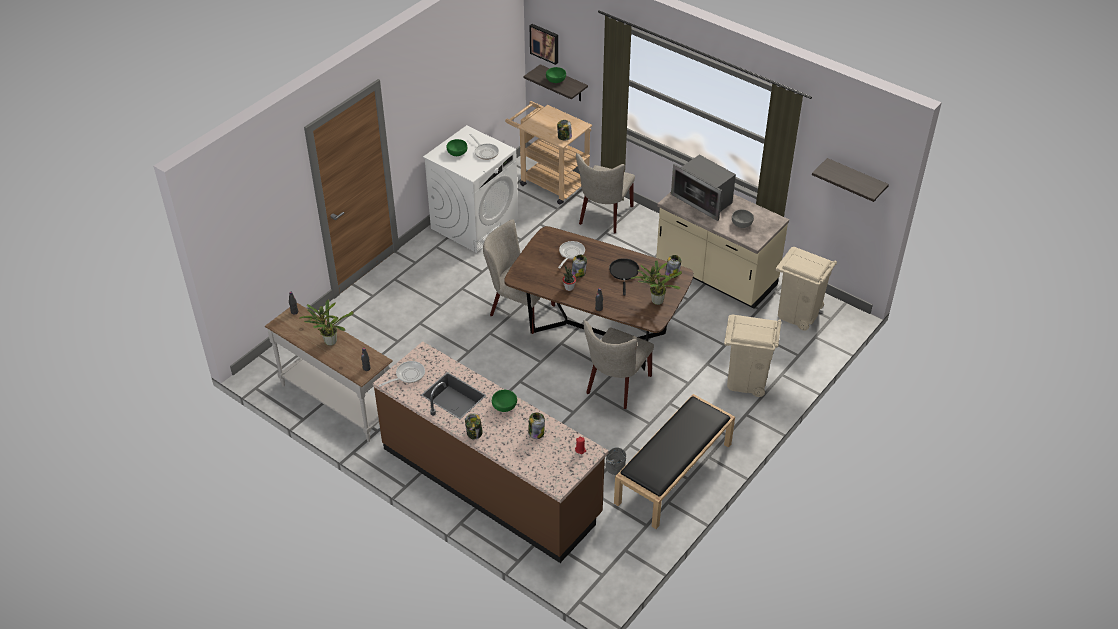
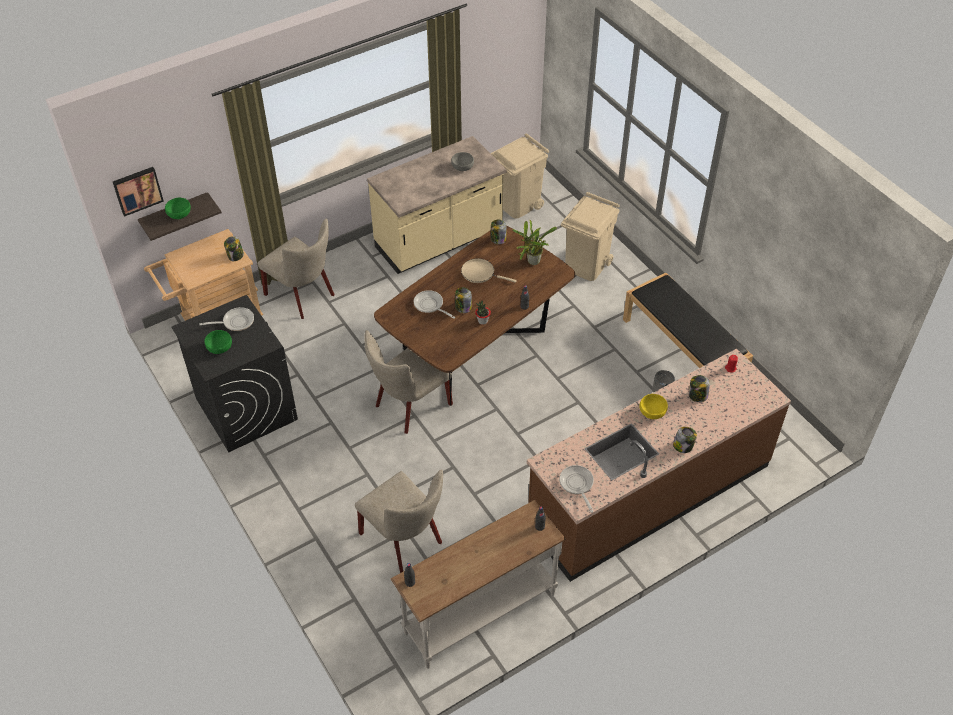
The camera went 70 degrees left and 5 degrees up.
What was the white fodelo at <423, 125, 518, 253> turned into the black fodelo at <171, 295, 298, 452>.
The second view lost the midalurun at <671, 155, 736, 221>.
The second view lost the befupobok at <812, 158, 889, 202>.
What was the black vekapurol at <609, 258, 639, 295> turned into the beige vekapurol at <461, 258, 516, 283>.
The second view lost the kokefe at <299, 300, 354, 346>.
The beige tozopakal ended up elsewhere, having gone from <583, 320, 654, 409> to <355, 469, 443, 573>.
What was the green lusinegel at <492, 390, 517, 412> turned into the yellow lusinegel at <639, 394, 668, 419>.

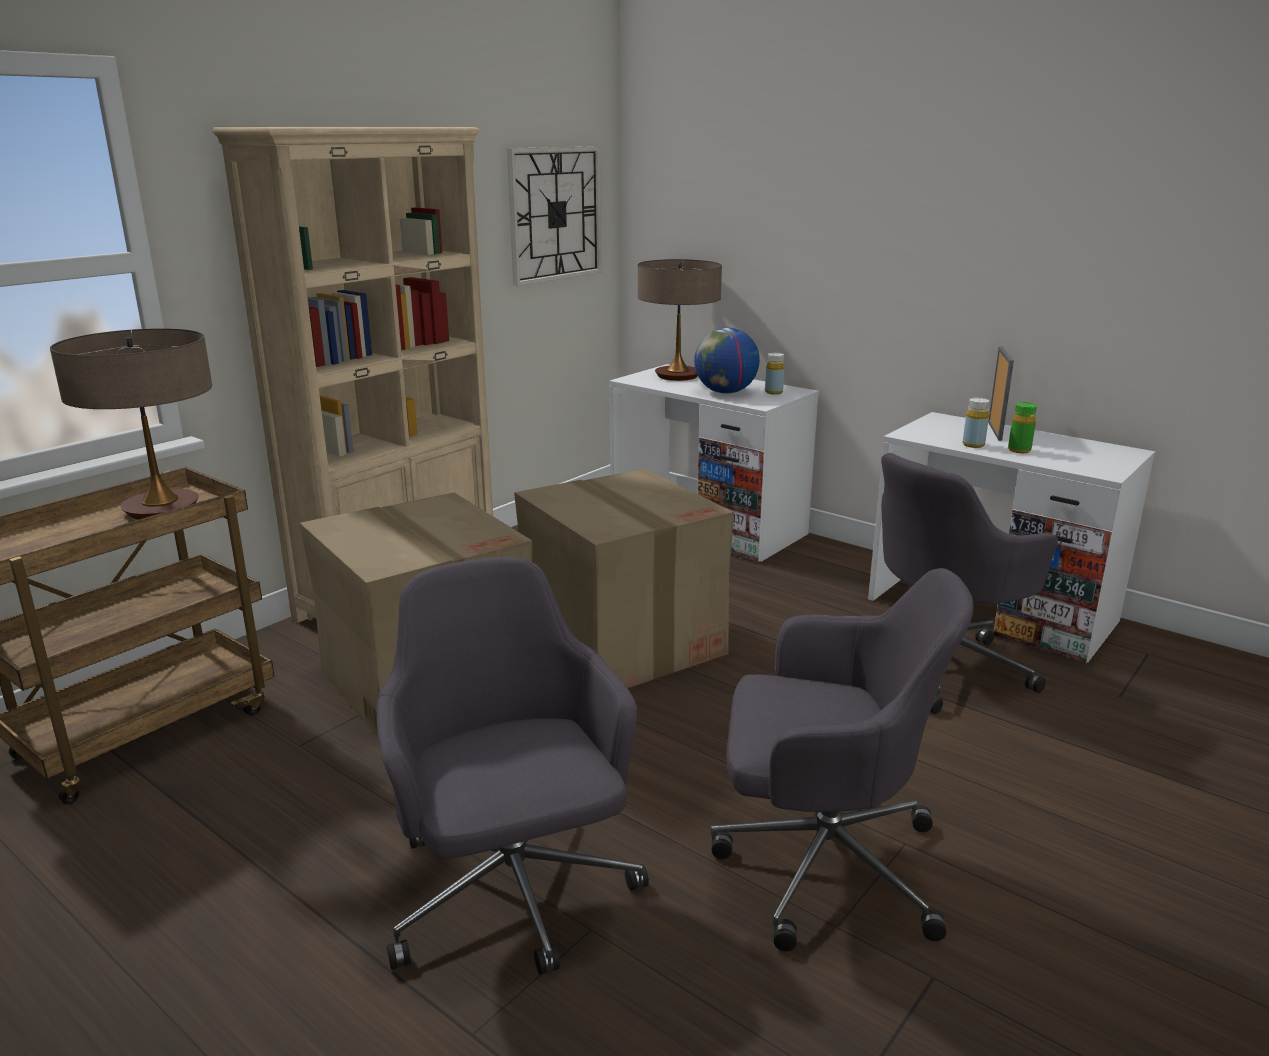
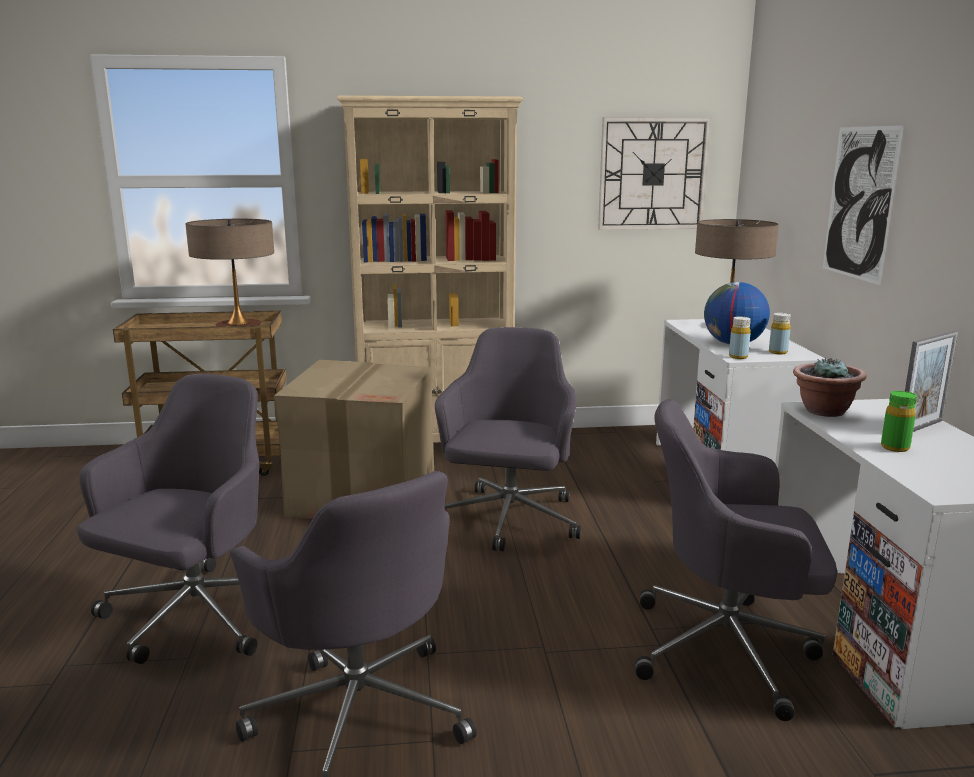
The camera went 45 degrees right and 5 degrees down.
The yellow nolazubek ended up elsewhere, having gone from <963, 398, 990, 448> to <729, 316, 751, 359>.
Where the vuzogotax stood at <514, 469, 734, 688>, the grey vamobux came to stand at <435, 327, 581, 551>.
The second view gained the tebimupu at <823, 125, 904, 285>.
The second view gained the kokefe at <793, 357, 866, 417>.

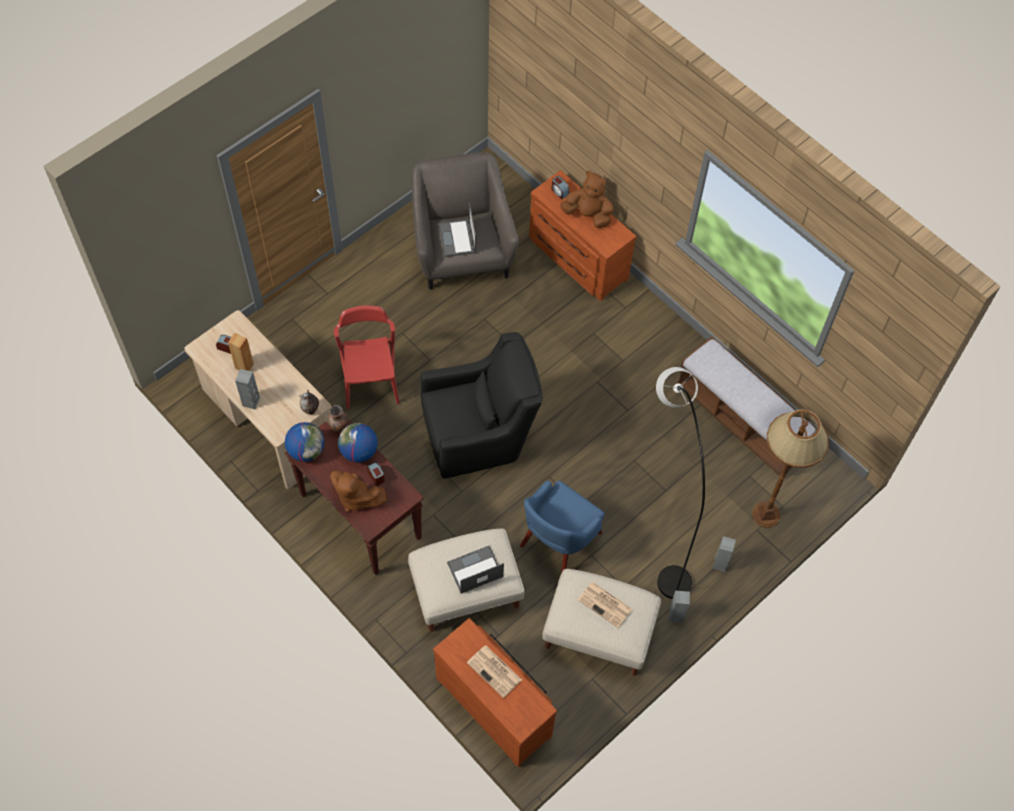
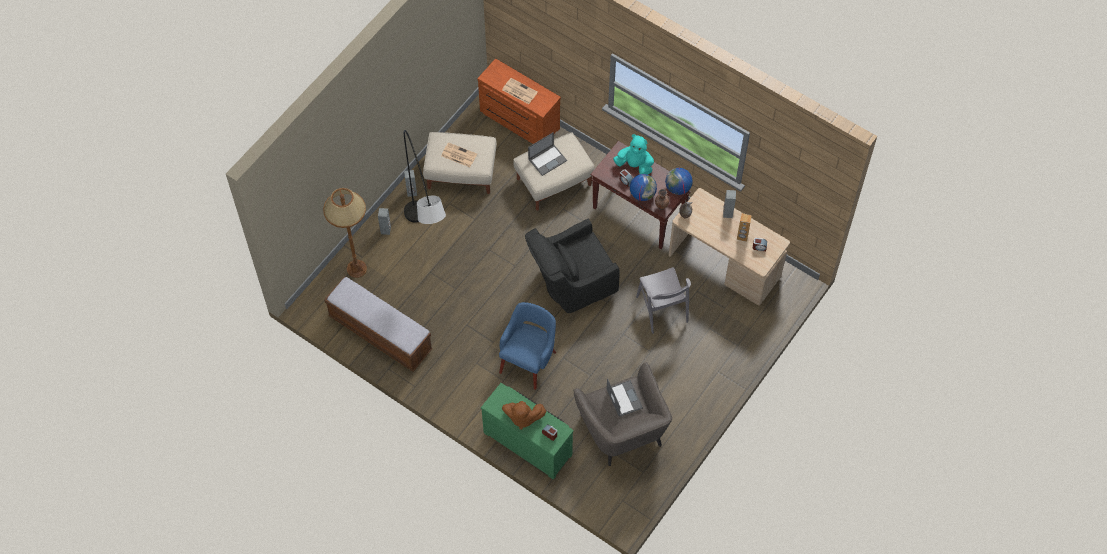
The camera went 170 degrees right and 0 degrees up.
What was the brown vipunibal at <529, 170, 637, 301> turned into the green vipunibal at <481, 383, 574, 480>.
What was the red tozopakal at <334, 305, 399, 409> turned into the grey tozopakal at <636, 267, 691, 334>.
What was the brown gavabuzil at <330, 471, 387, 512> turned into the turquoise gavabuzil at <613, 134, 654, 175>.
The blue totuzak ended up elsewhere, having gone from <520, 480, 605, 574> to <499, 302, 556, 390>.

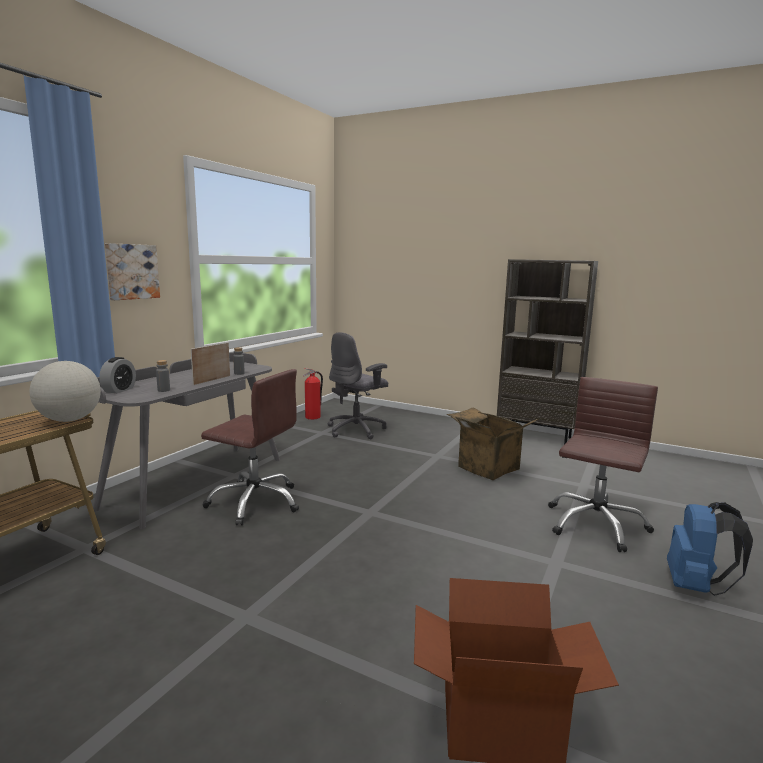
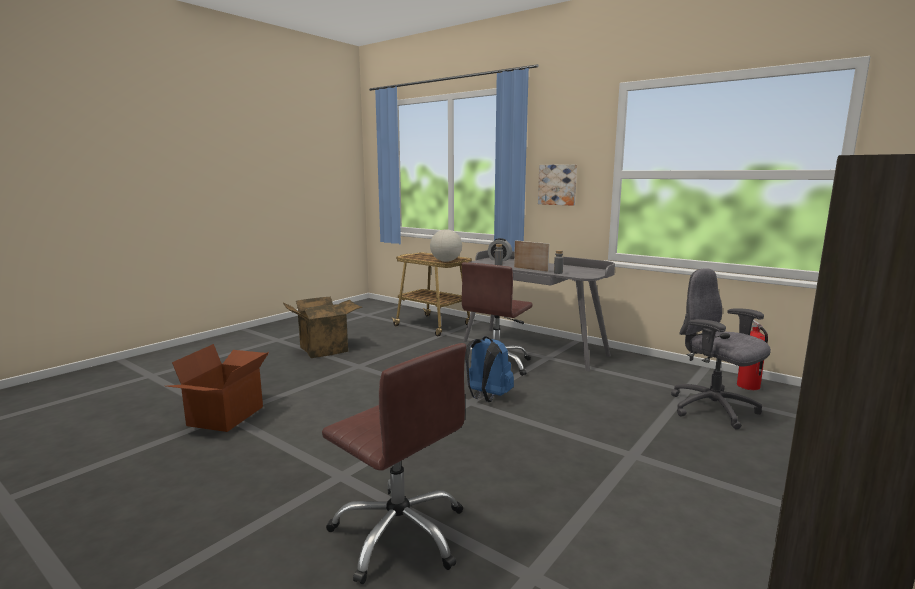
The camera went 100 degrees right and 0 degrees up.
The vuzogotax ended up elsewhere, having gone from <447, 408, 538, 480> to <283, 297, 362, 358>.
The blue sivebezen ended up elsewhere, having gone from <667, 502, 753, 596> to <465, 336, 514, 402>.

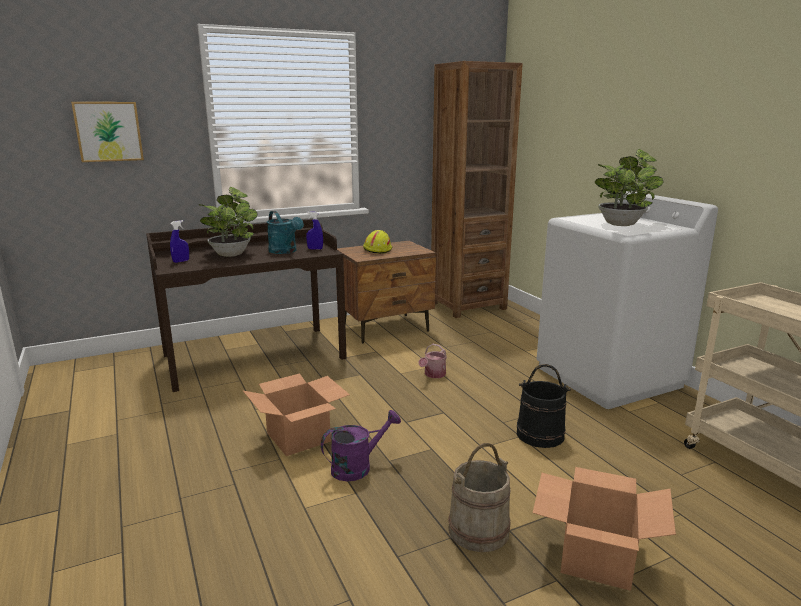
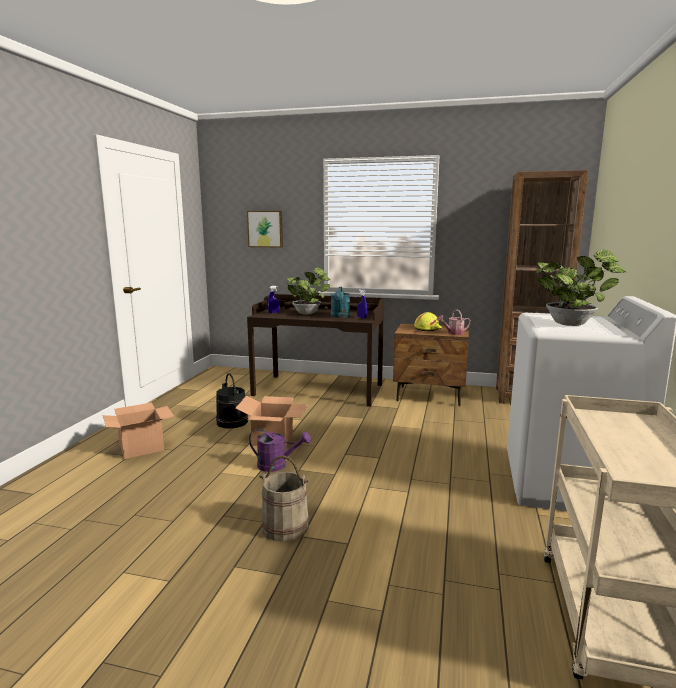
The camera went 40 degrees right and 5 degrees down.
The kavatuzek ended up elsewhere, having gone from <419, 344, 447, 378> to <437, 309, 471, 335>.
The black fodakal ended up elsewhere, having gone from <517, 364, 571, 448> to <216, 373, 248, 428>.
The vuzogotax ended up elsewhere, having gone from <533, 467, 676, 591> to <102, 403, 174, 459>.

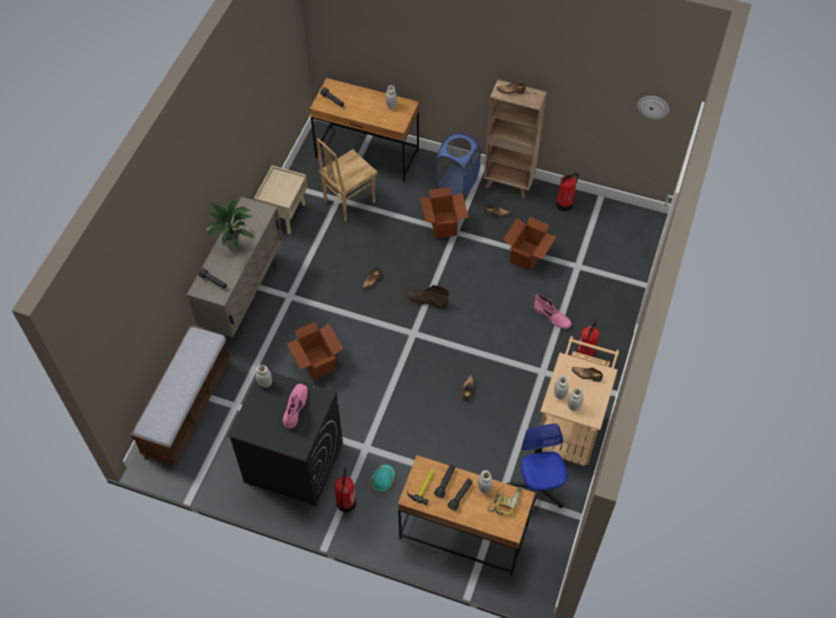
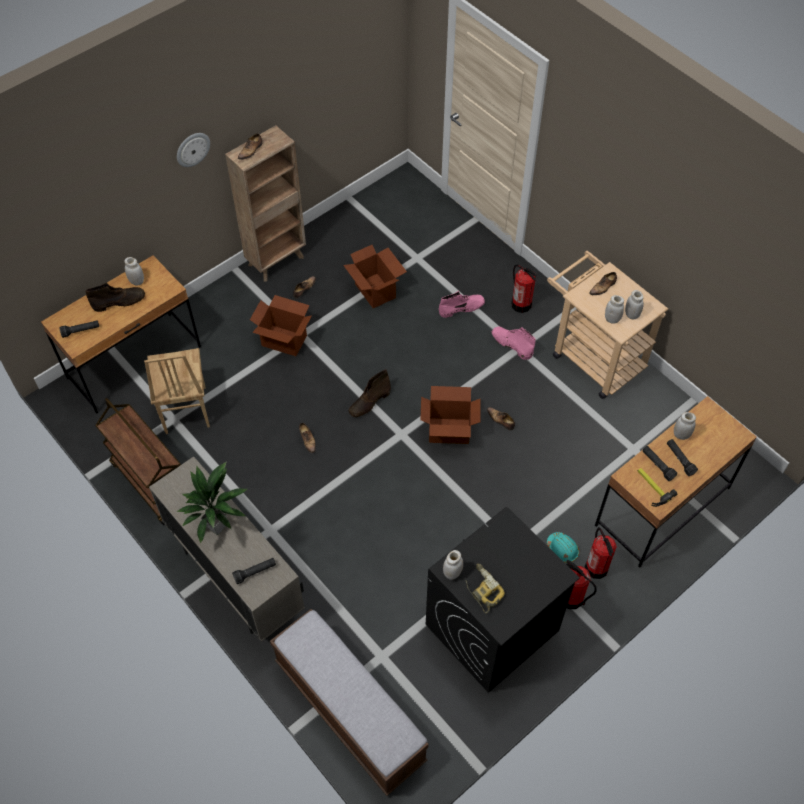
The camera went 60 degrees left and 0 degrees up.
The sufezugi ended up elsewhere, having gone from <637, 96, 669, 119> to <177, 133, 210, 167>.
The second view lost the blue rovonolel at <436, 133, 481, 196>.
Where the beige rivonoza stood at <254, 165, 307, 234>, the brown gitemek came to stand at <95, 398, 181, 525>.
The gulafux ended up elsewhere, having gone from <556, 173, 578, 211> to <585, 527, 617, 579>.
The vuzogotax ended up elsewhere, having gone from <286, 322, 343, 379> to <420, 386, 480, 444>.
The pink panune ended up elsewhere, having gone from <283, 384, 308, 429> to <492, 327, 536, 360>.
The second view lost the vamobux at <507, 423, 568, 508>.
The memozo ended up elsewhere, having gone from <488, 486, 522, 516> to <465, 563, 505, 614>.
The second view gained the brown panune at <86, 282, 145, 312>.

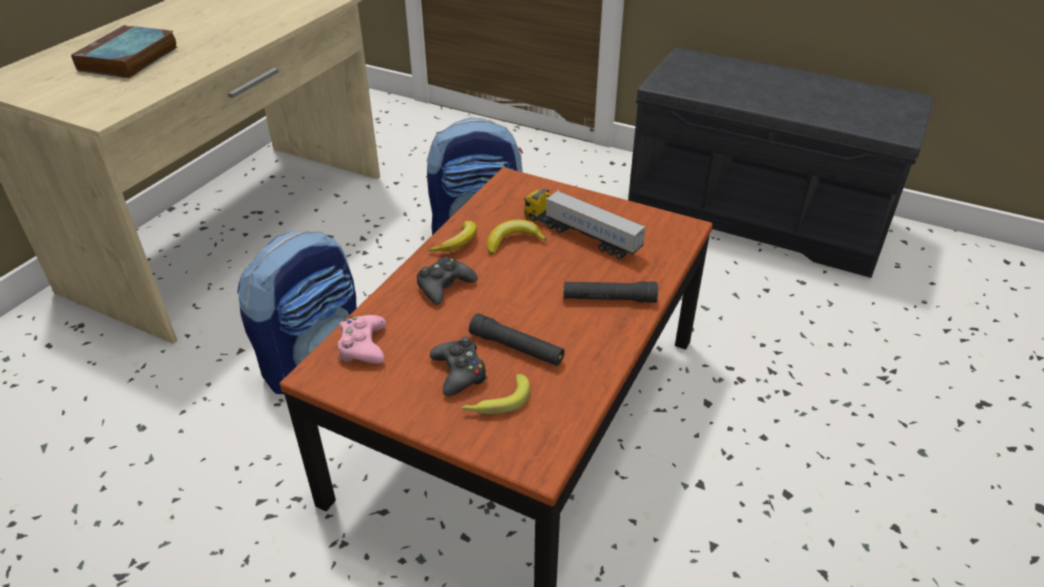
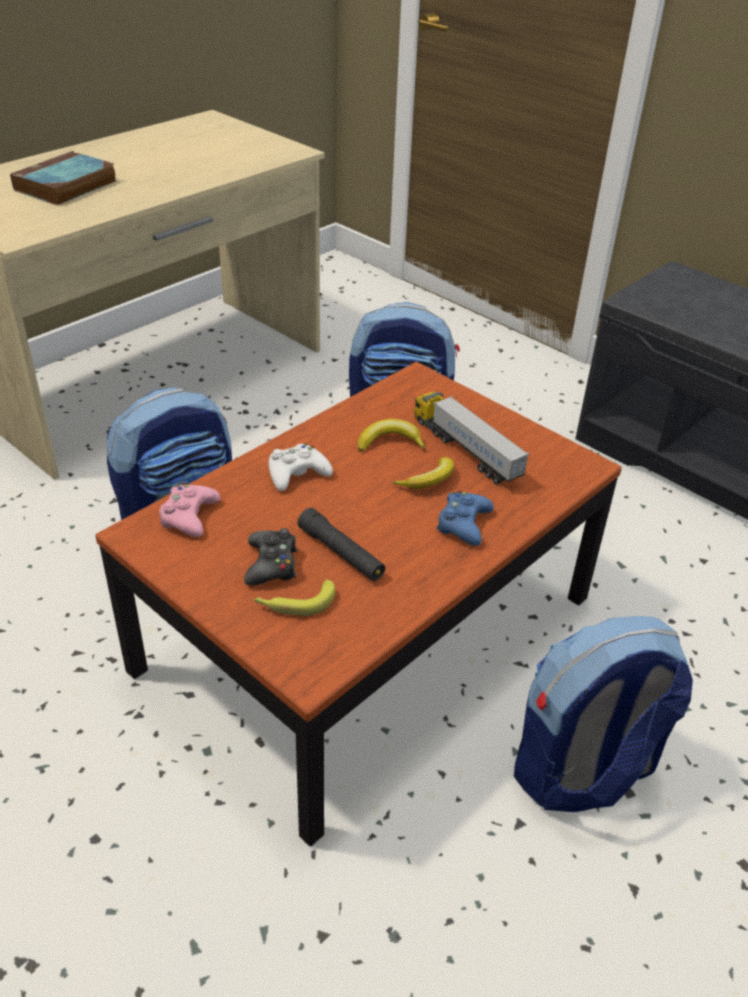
The camera went 15 degrees right and 0 degrees up.
The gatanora ended up elsewhere, having gone from <428, 221, 477, 251> to <392, 457, 454, 489>.
What was the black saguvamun at <417, 257, 477, 305> turned into the white saguvamun at <268, 443, 333, 491>.
Where the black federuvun stood at <563, 281, 658, 303>, the blue saguvamun came to stand at <436, 491, 494, 546>.
The second view gained the sivebezen at <514, 616, 693, 812>.

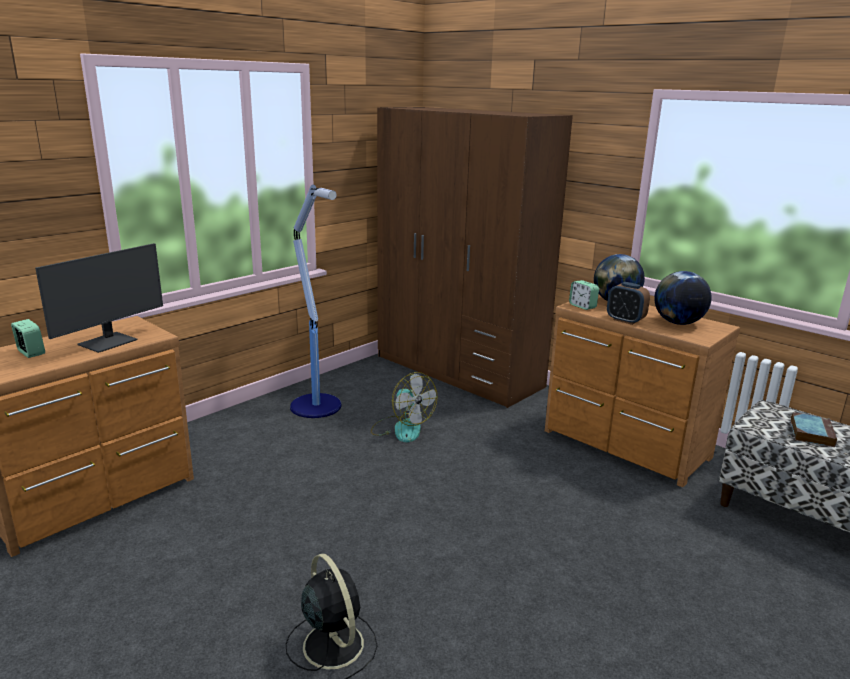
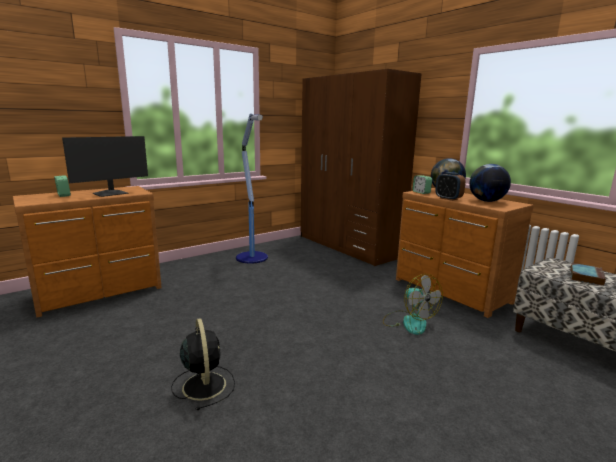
The camera went 10 degrees right and 5 degrees down.
The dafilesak ended up elsewhere, having gone from <371, 372, 437, 442> to <383, 274, 443, 335>.

